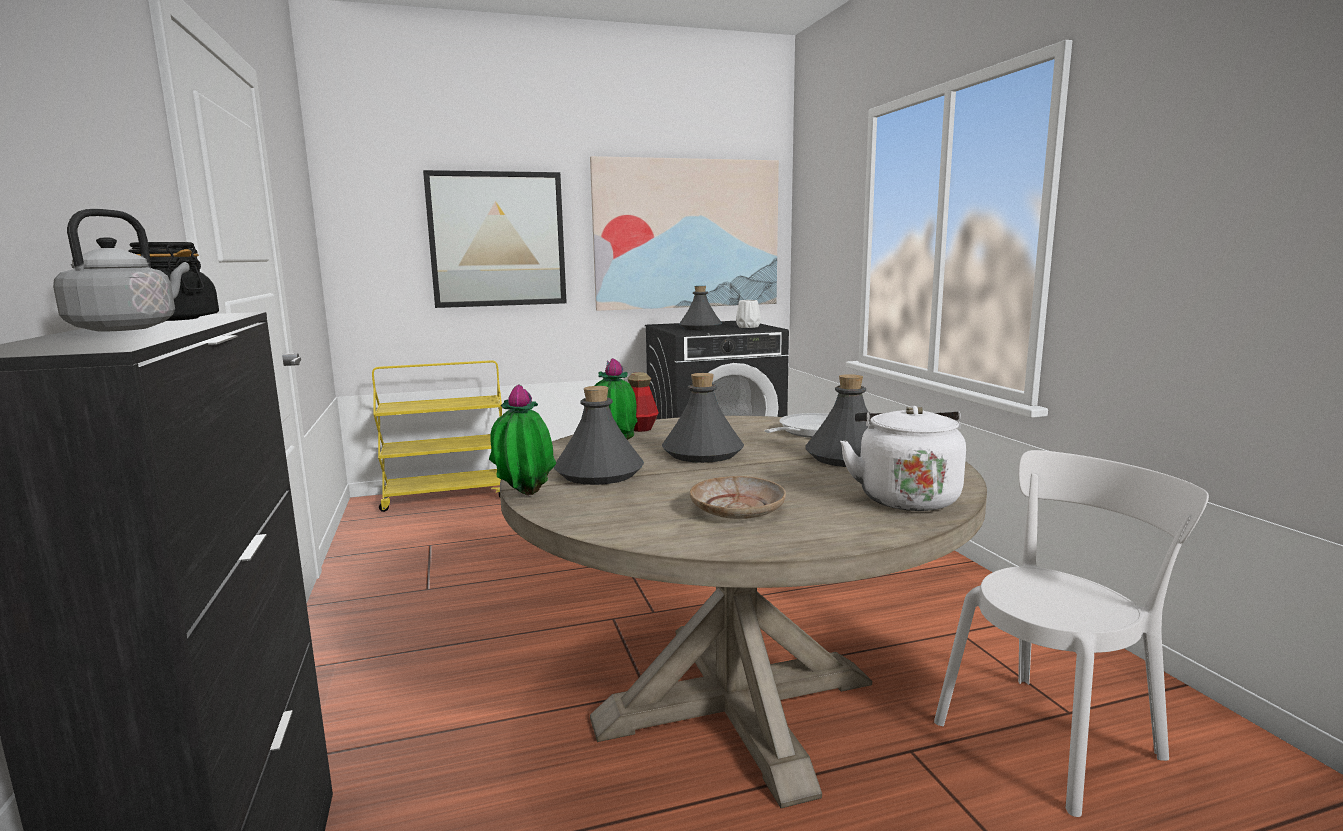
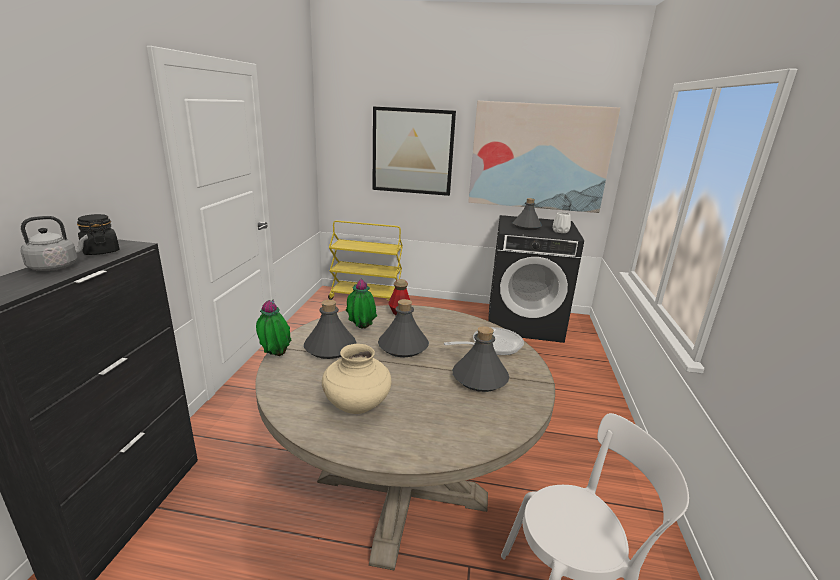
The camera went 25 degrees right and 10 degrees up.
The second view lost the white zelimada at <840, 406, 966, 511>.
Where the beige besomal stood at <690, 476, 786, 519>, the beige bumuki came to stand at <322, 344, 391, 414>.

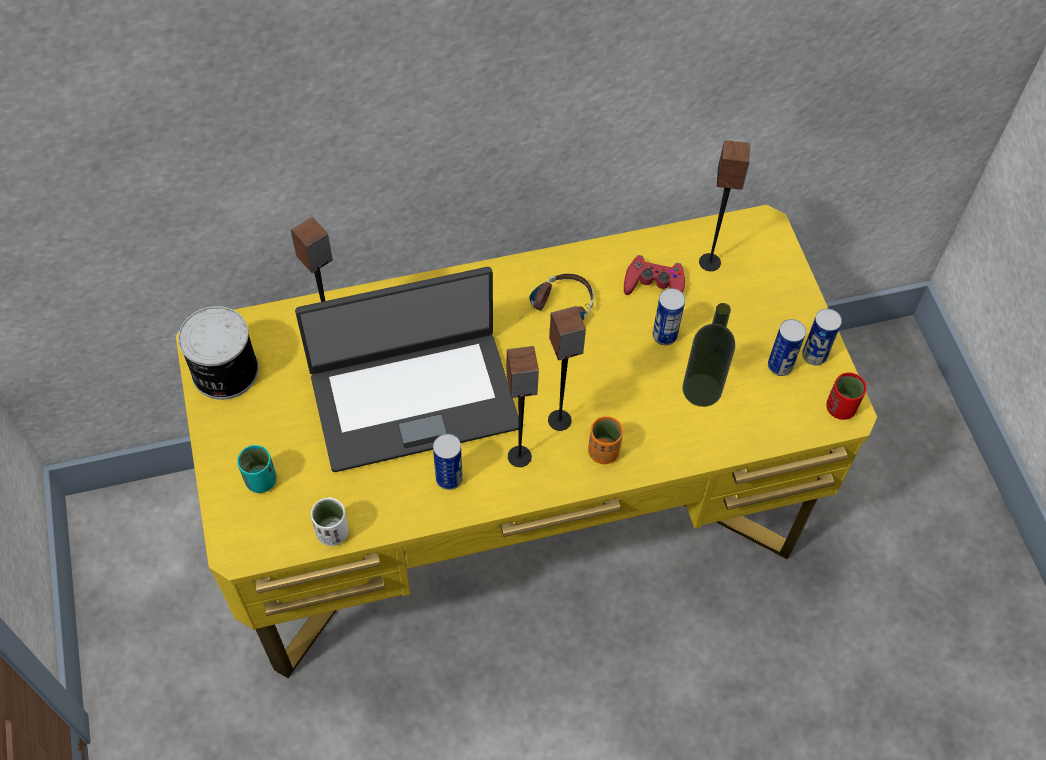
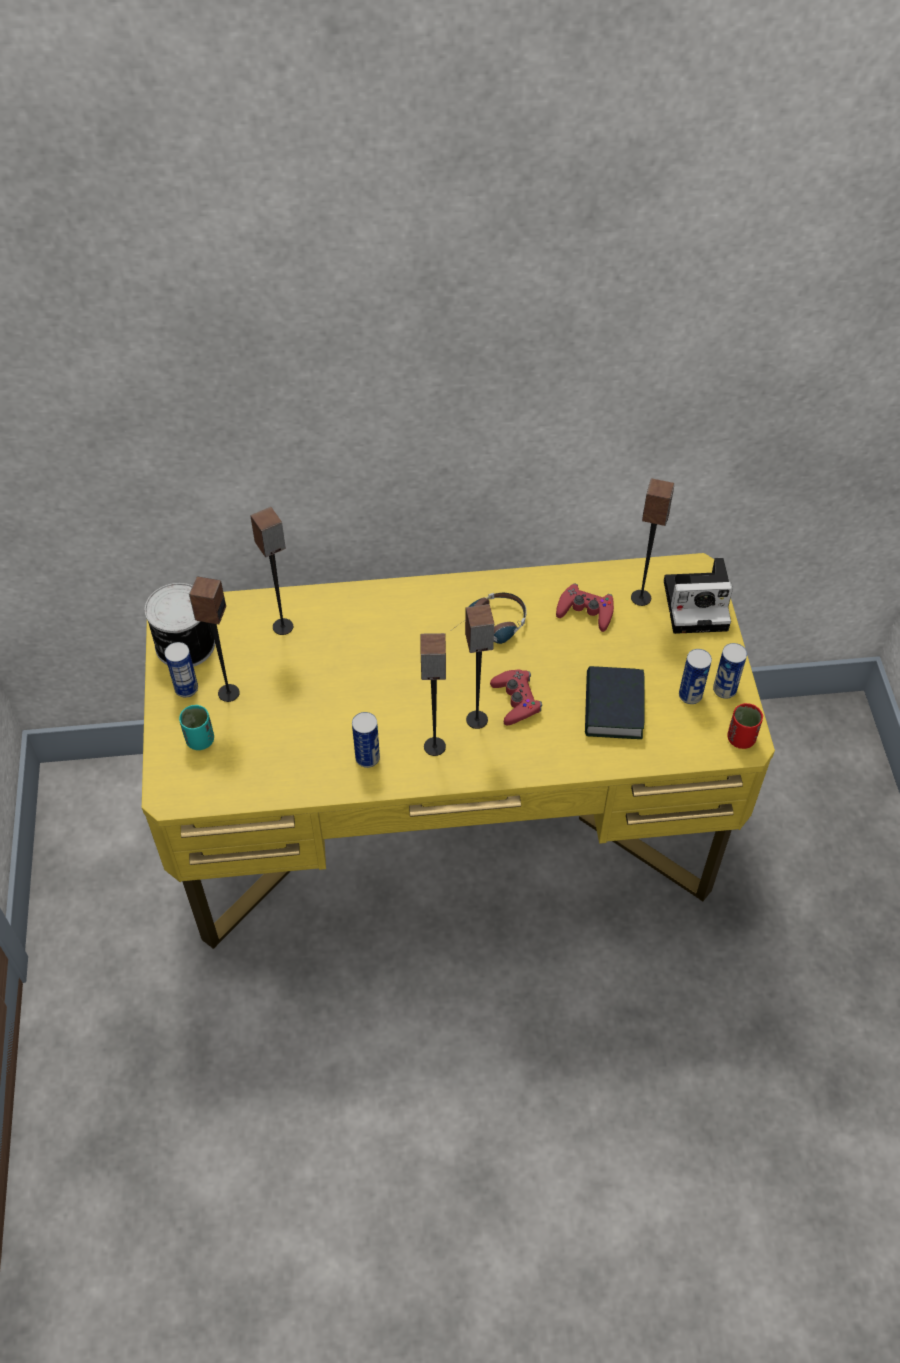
The camera went 10 degrees right and 5 degrees down.
The second view lost the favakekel at <295, 267, 518, 472>.
The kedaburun ended up elsewhere, having gone from <652, 288, 685, 345> to <165, 642, 198, 698>.
Where the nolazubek stood at <682, 303, 735, 407>, the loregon came to stand at <585, 666, 645, 739>.
The second view lost the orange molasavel at <588, 416, 623, 464>.
The second view lost the white molasavel at <311, 497, 349, 546>.
The second view gained the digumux at <664, 558, 733, 634>.
The second view gained the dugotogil at <189, 576, 240, 702>.
The second view gained the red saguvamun at <490, 669, 542, 726>.

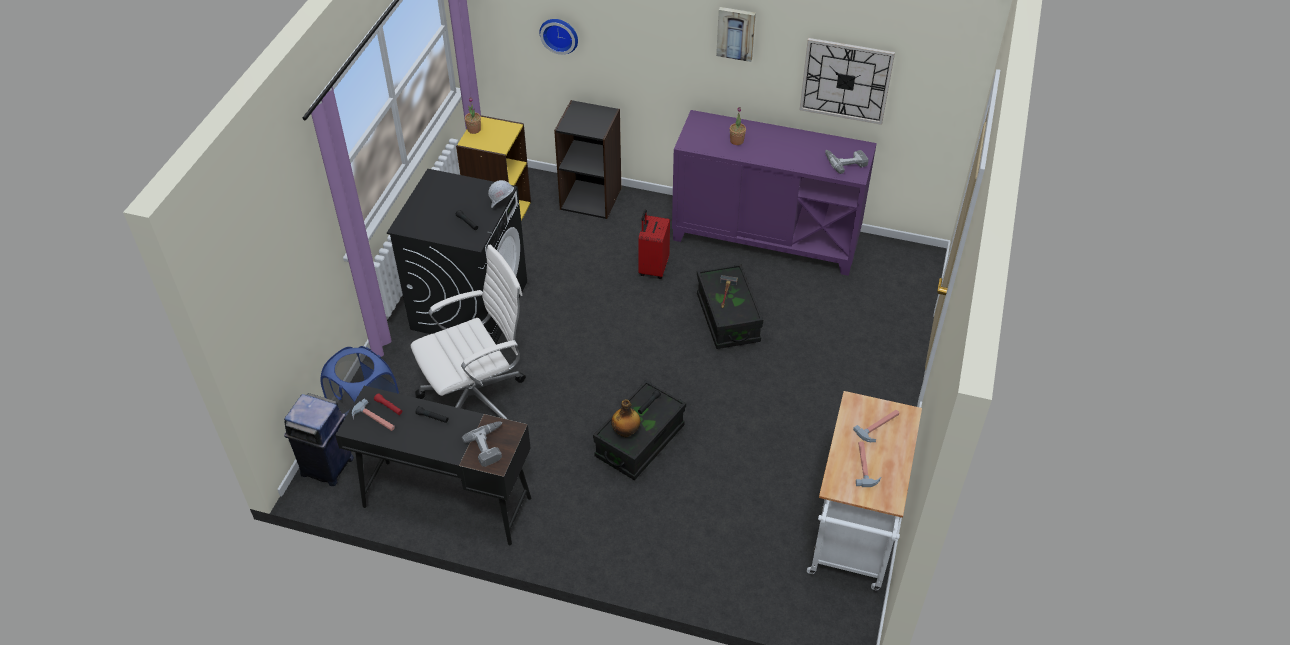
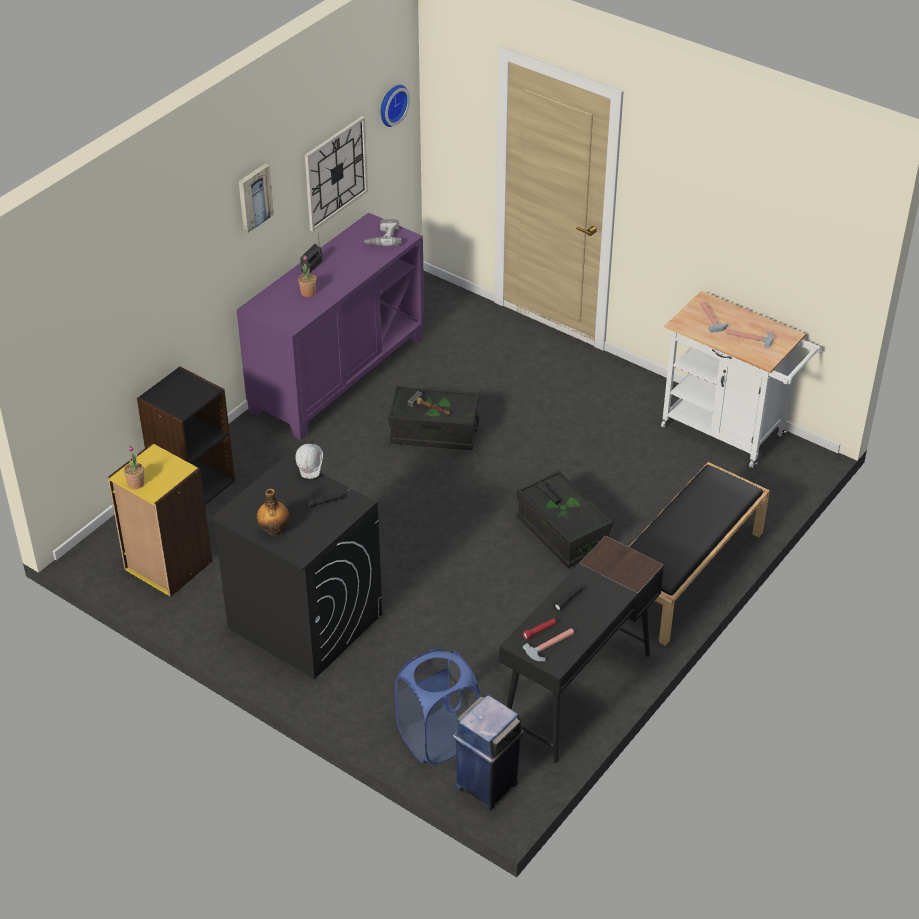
The camera went 70 degrees left and 5 degrees down.
The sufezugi ended up elsewhere, having gone from <540, 19, 578, 55> to <381, 85, 410, 127>.
The second view lost the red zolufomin at <638, 210, 670, 279>.
The second view lost the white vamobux at <411, 245, 526, 419>.
The nolazubek ended up elsewhere, having gone from <611, 399, 641, 438> to <257, 489, 290, 536>.
The second view lost the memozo at <462, 422, 503, 467>.
The second view gained the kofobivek at <300, 233, 322, 273>.
The second view gained the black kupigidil at <629, 462, 770, 646>.

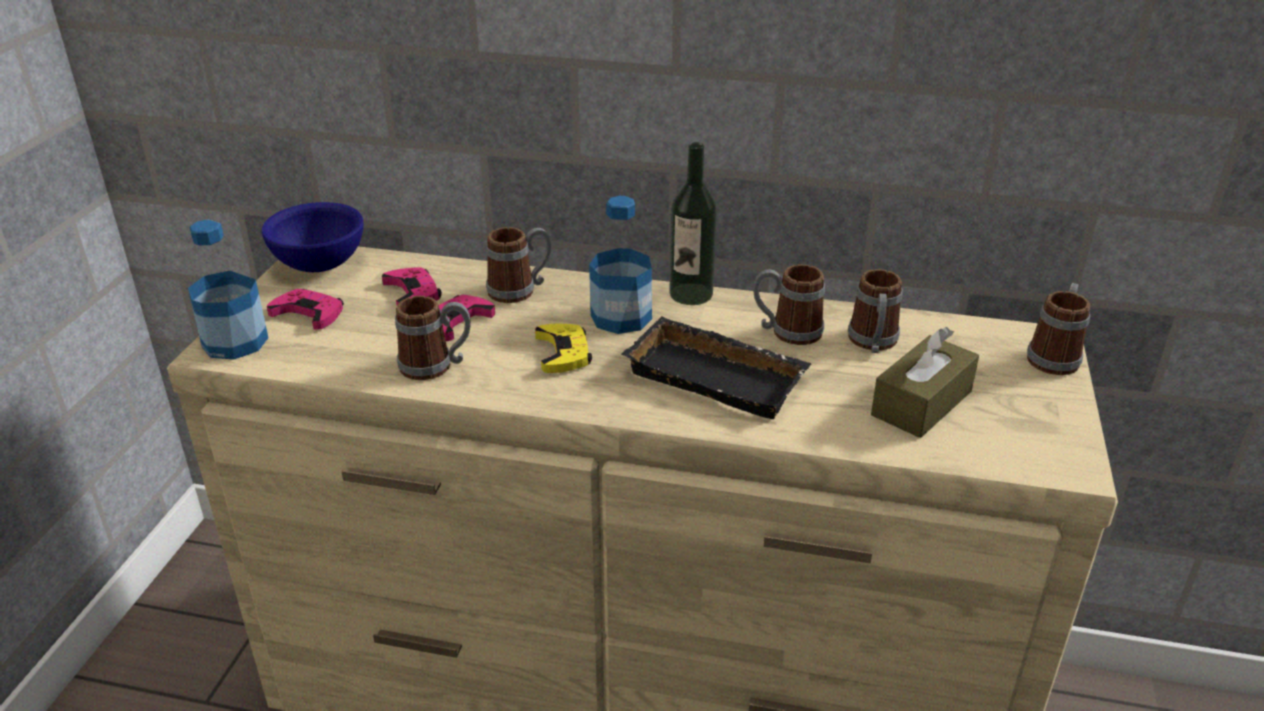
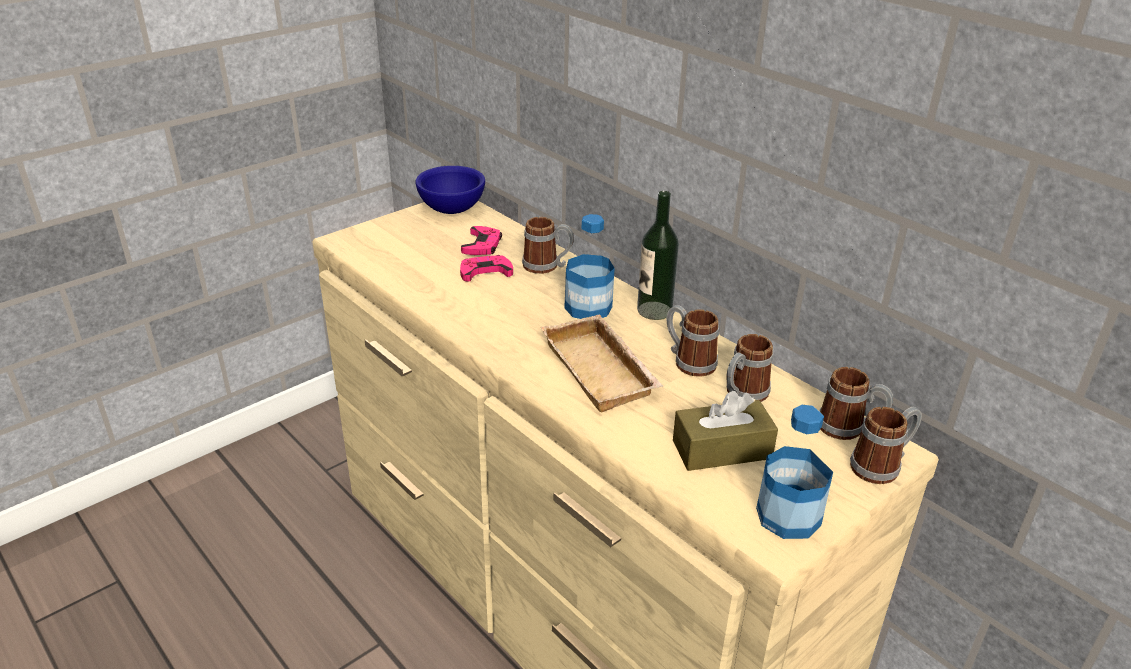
The camera went 35 degrees right and 0 degrees up.
The nolazubek ended up elsewhere, having gone from <188, 219, 269, 360> to <756, 405, 833, 539>.
The second view lost the pink saguvamun at <267, 289, 344, 329>.
The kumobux ended up elsewhere, having gone from <395, 296, 471, 380> to <819, 367, 893, 440>.
What was the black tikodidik at <622, 316, 811, 419> turned into the beige tikodidik at <540, 314, 663, 413>.
The second view lost the yellow saguvamun at <535, 323, 592, 373>.

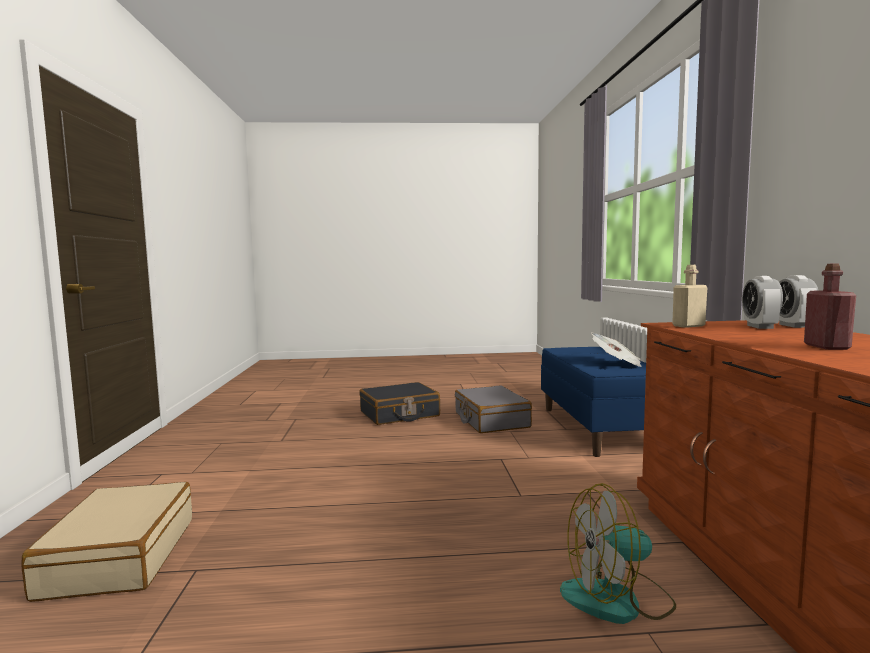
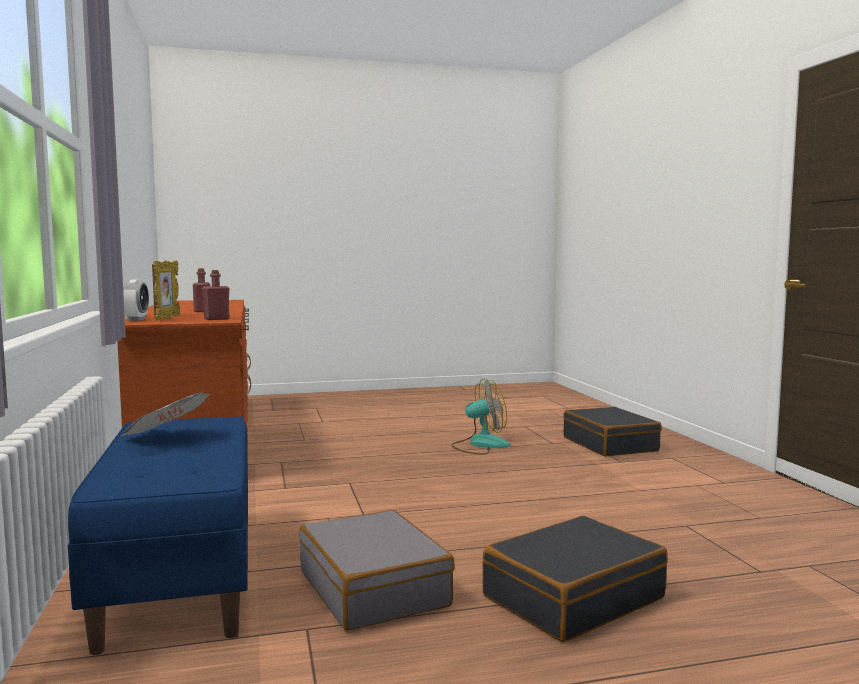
The camera went 170 degrees right and 0 degrees up.
What was the beige nolazubek at <672, 265, 707, 328> turned into the red nolazubek at <202, 270, 230, 320>.
Where the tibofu stood at <742, 276, 783, 329>, the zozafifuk came to stand at <152, 260, 180, 321>.
What was the beige zolufomin at <21, 482, 192, 602> turned into the black zolufomin at <563, 407, 662, 457>.
The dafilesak ended up elsewhere, having gone from <560, 483, 676, 624> to <451, 379, 510, 455>.

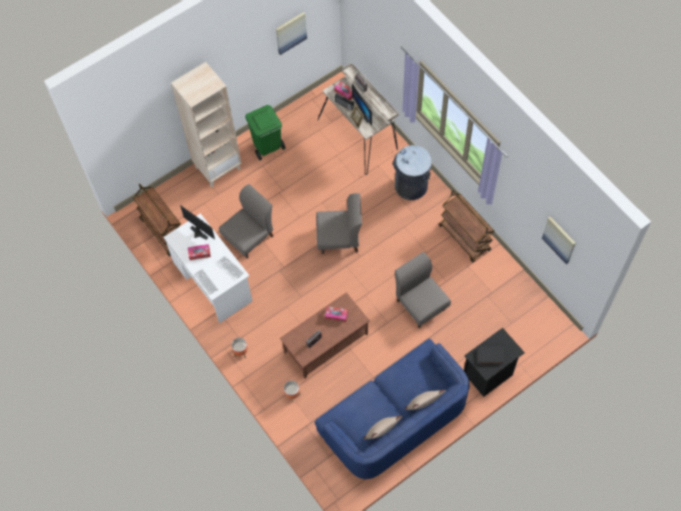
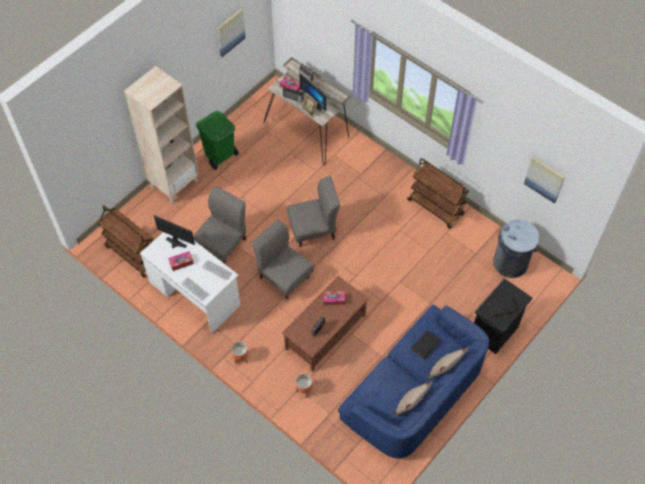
The camera went 15 degrees left and 5 degrees down.
The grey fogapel ended up elsewhere, having gone from <392, 145, 432, 200> to <493, 219, 540, 278>.
The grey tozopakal ended up elsewhere, having gone from <395, 252, 451, 328> to <252, 220, 314, 300>.
The second view gained the black loregon at <411, 330, 441, 359>.

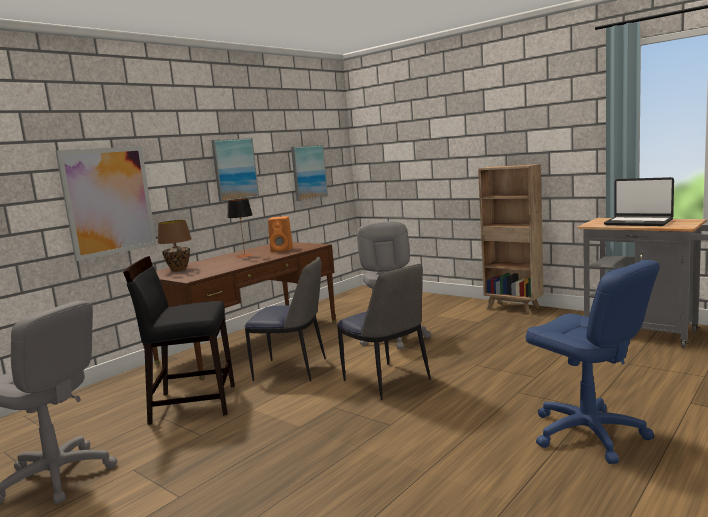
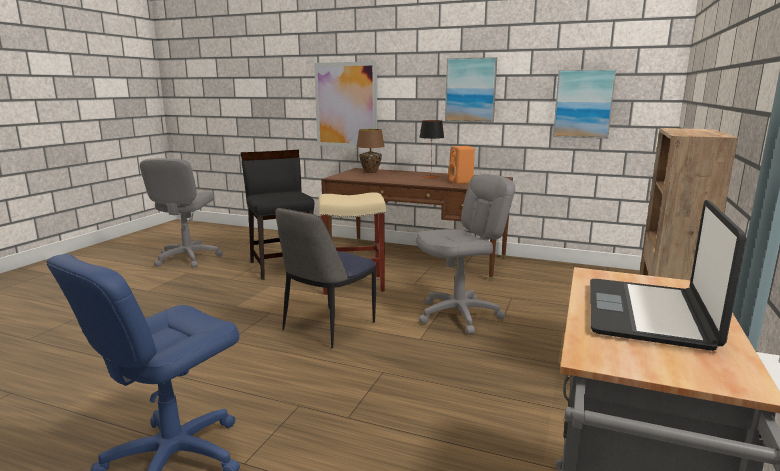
The camera went 70 degrees right and 5 degrees up.
Where the tozopakal stood at <244, 257, 326, 382>, the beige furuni came to stand at <318, 192, 386, 295>.

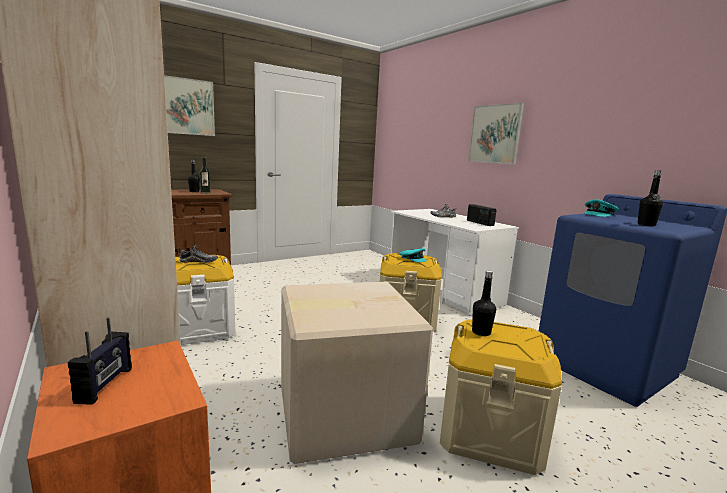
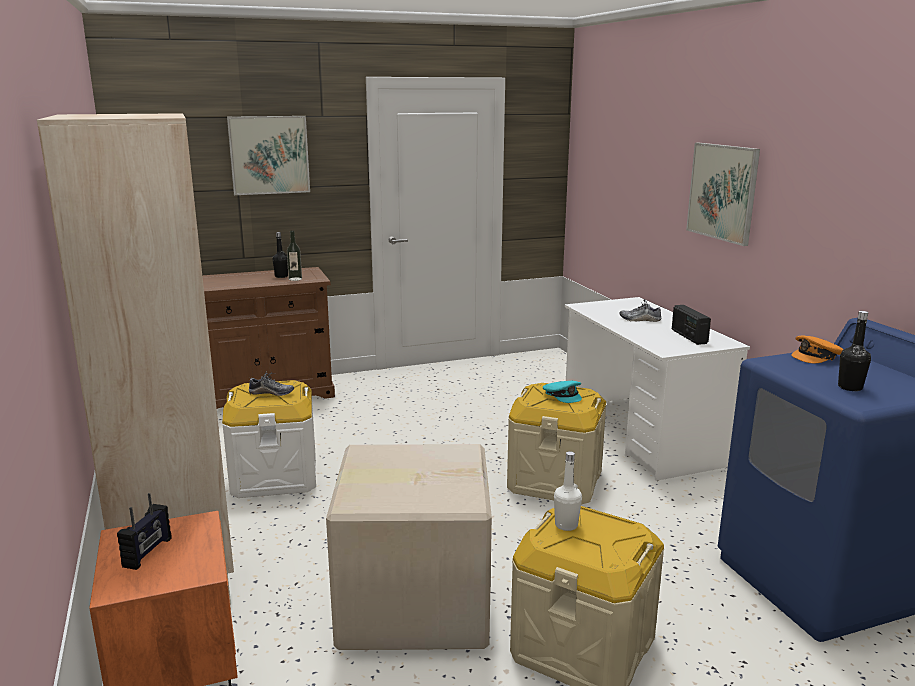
The camera went 15 degrees right and 5 degrees up.
What was the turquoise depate at <585, 199, 619, 217> turned into the orange depate at <792, 336, 844, 363>.
What was the black nolazubek at <472, 270, 496, 336> turned into the white nolazubek at <554, 451, 582, 531>.

